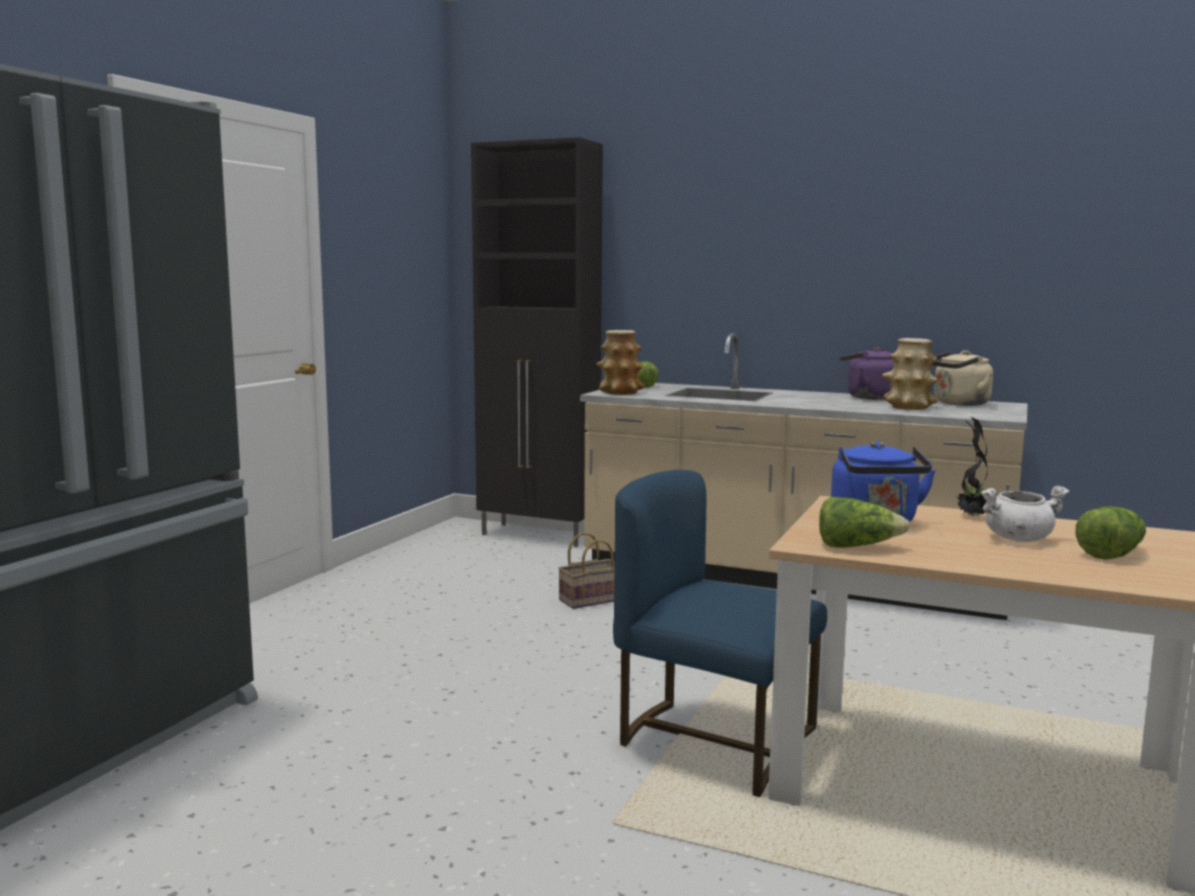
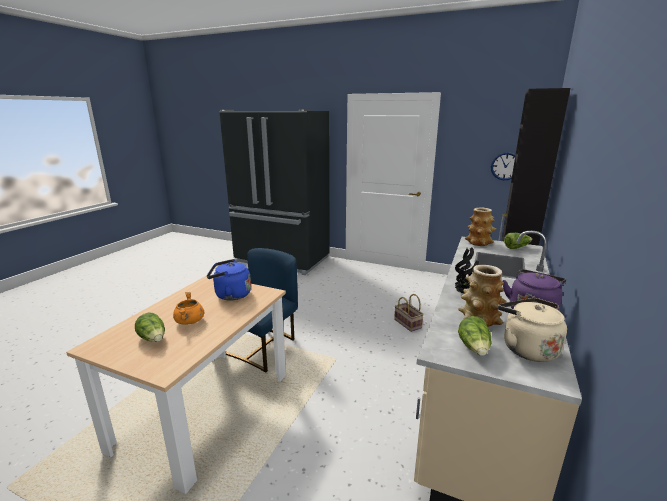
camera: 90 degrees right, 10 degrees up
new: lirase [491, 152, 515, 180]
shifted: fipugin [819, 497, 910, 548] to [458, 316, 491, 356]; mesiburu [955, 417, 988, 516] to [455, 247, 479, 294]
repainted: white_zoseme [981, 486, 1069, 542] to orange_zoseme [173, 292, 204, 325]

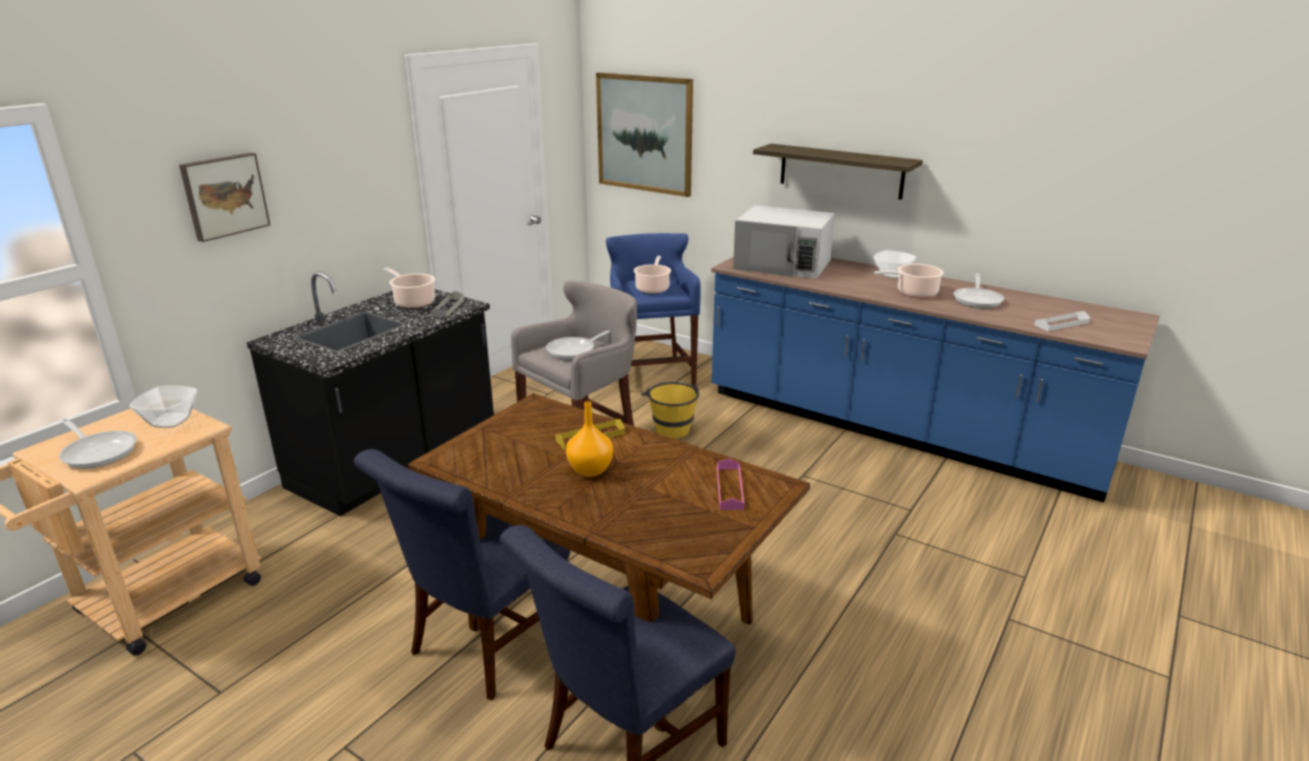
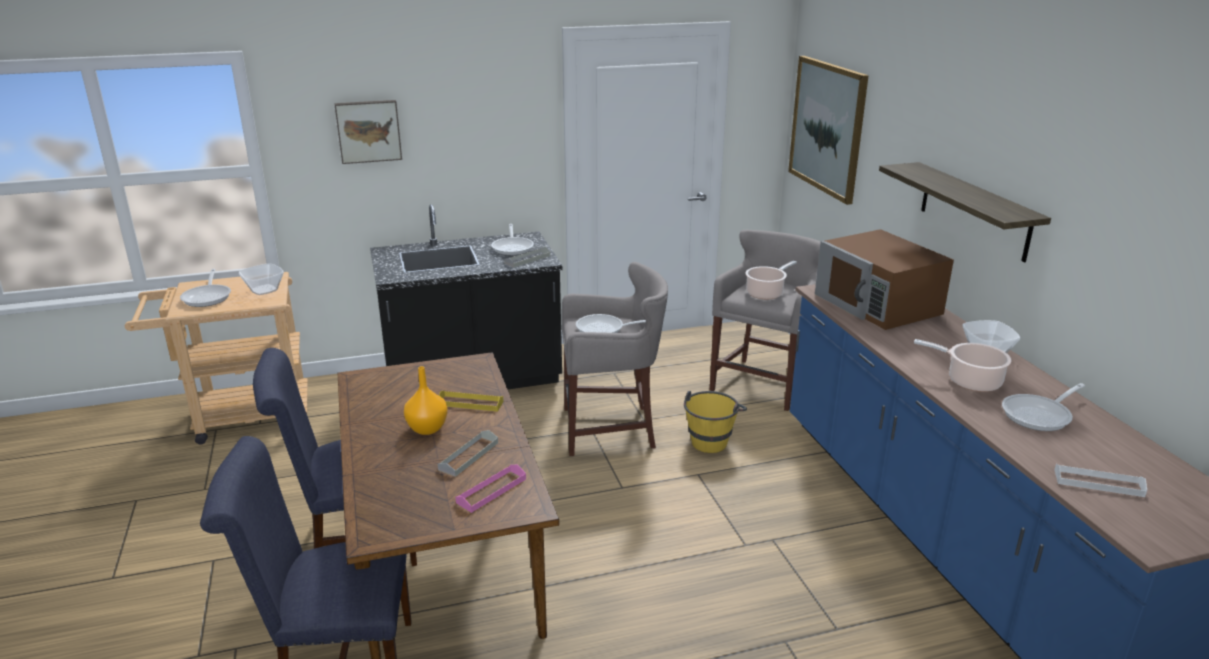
camera: 40 degrees right, 0 degrees up
new: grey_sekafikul [438, 430, 498, 477]
swapped: zoseme [383, 268, 435, 308] to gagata [491, 224, 534, 255]
repainted: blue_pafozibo [606, 233, 701, 387] to grey_pafozibo [710, 230, 821, 411]; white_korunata [733, 205, 835, 279] to brown_korunata [815, 229, 954, 330]

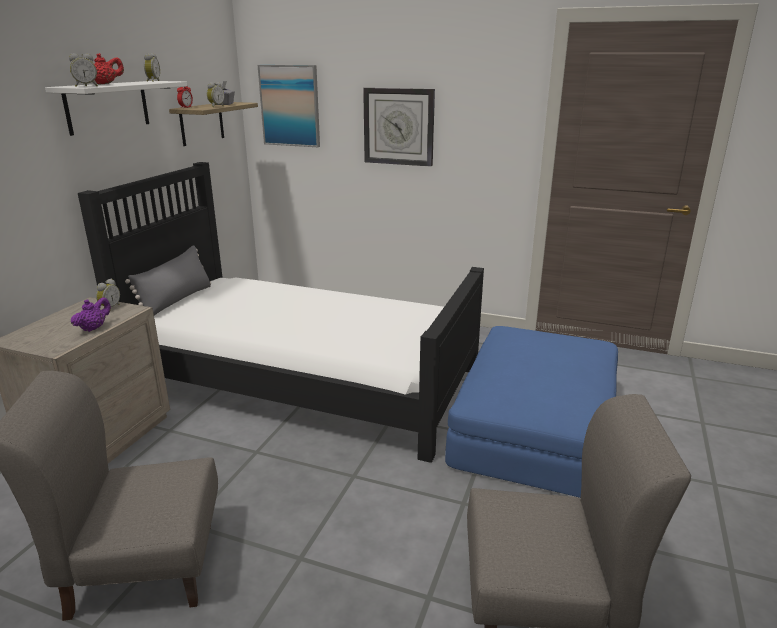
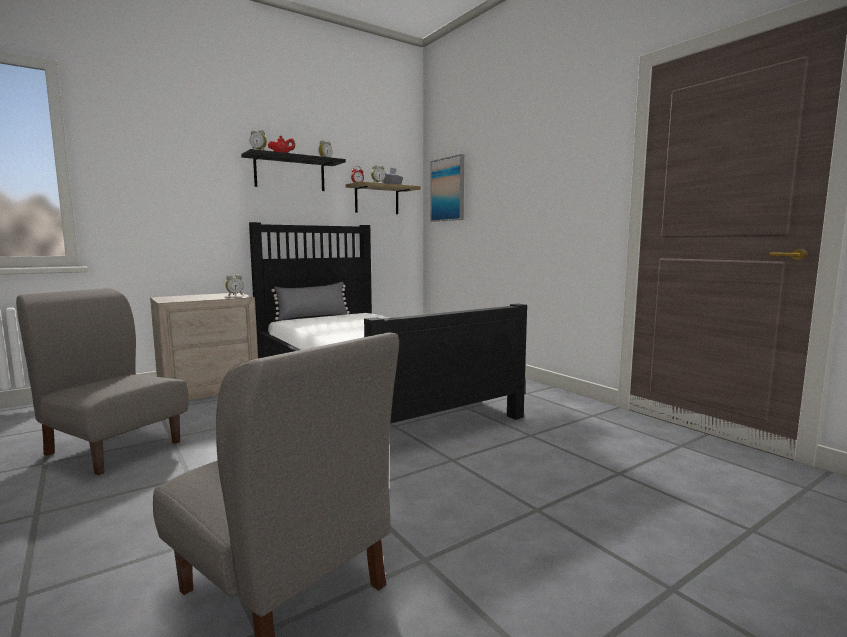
camera: 35 degrees right, 15 degrees down
gone: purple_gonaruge [71, 297, 111, 332]; lirase [363, 88, 435, 167]; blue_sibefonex [445, 326, 618, 498]
repainted: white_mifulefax [45, 81, 187, 136] to black_mifulefax [241, 149, 346, 191]

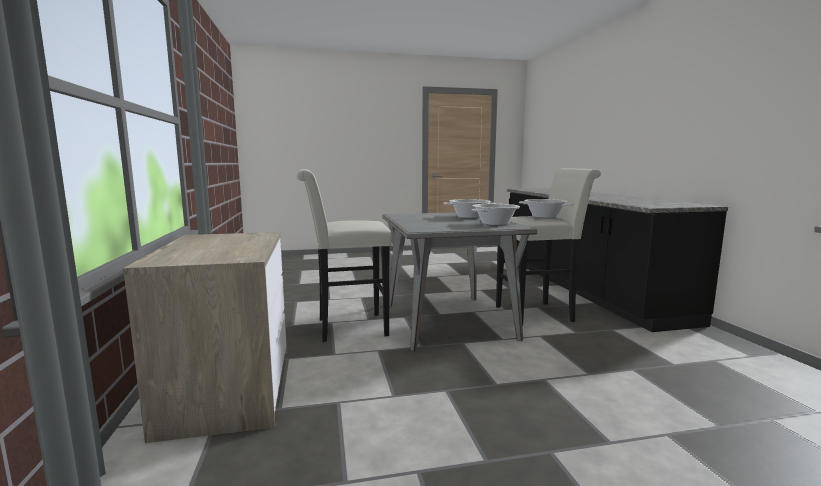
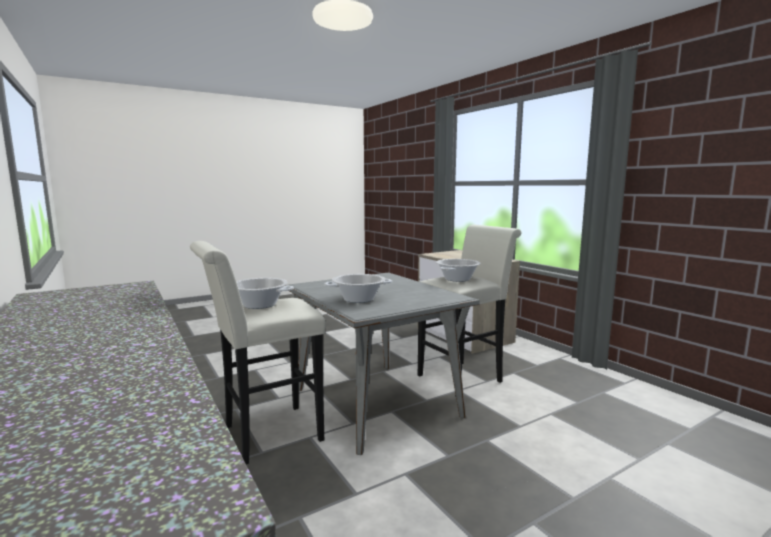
camera: 160 degrees right, 0 degrees up
shifted: zoseme [471, 204, 520, 226] to [436, 259, 481, 282]

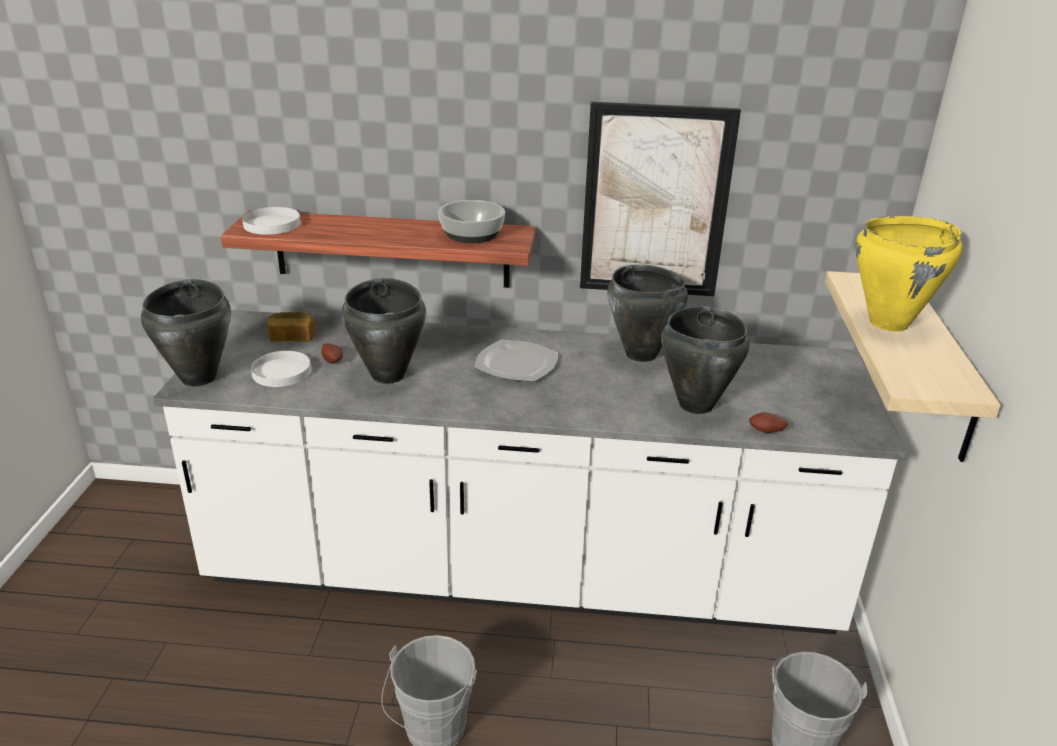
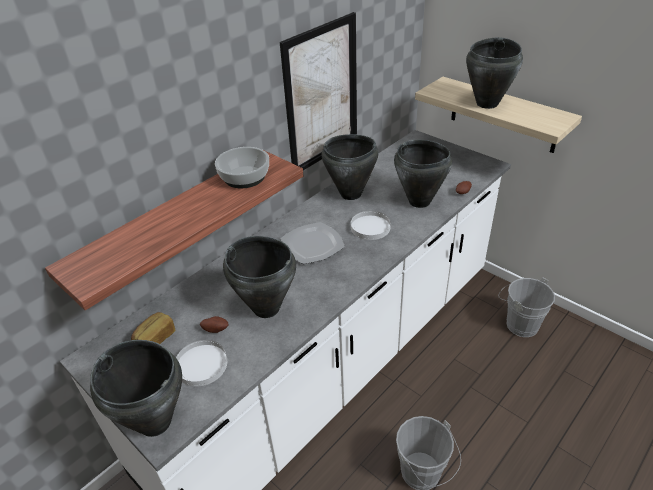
camera: 50 degrees left, 10 degrees up
shifted: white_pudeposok [242, 207, 301, 235] to [351, 211, 391, 240]
repainted: yellow_zoseme [856, 216, 963, 332] to black_zoseme [466, 37, 523, 109]

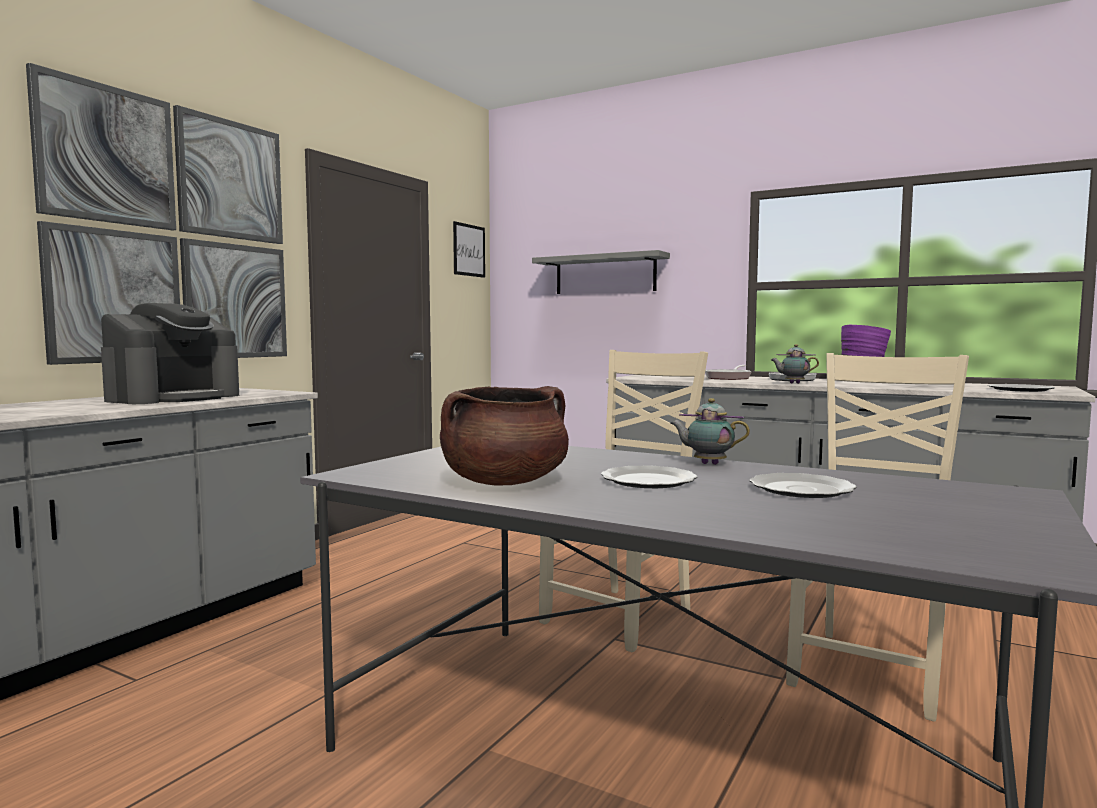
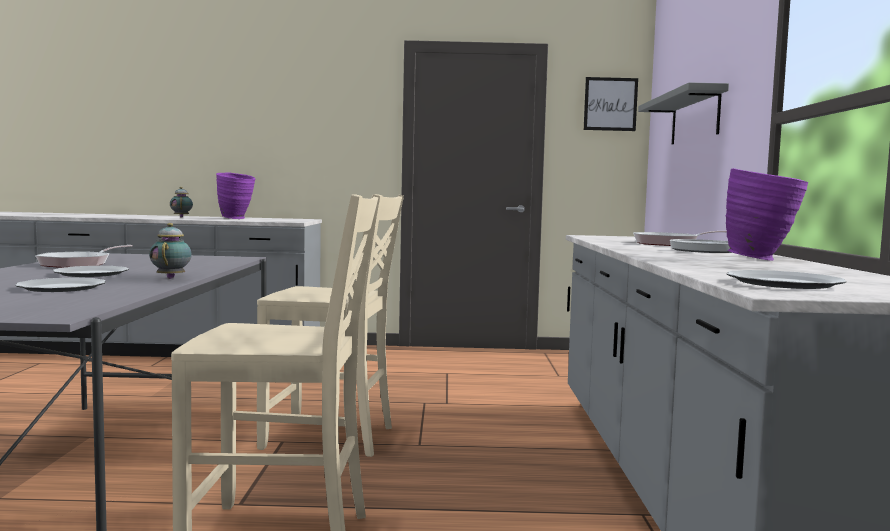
camera: 60 degrees right, 0 degrees up
gone: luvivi [26, 63, 287, 365]
shifted: gonaruge [771, 344, 819, 384] to [170, 187, 193, 218]
swapped: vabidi [101, 303, 239, 404] to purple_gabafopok [216, 173, 255, 219]; brown_zoseme [440, 386, 569, 485] to gagata [36, 245, 133, 268]

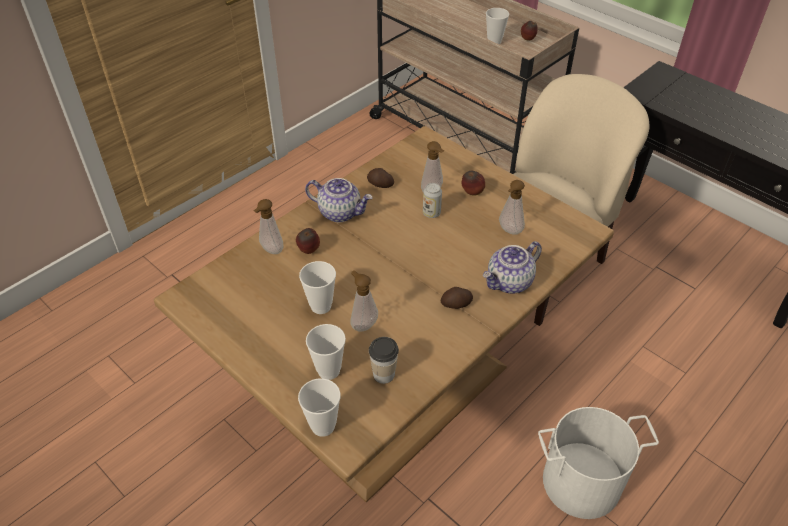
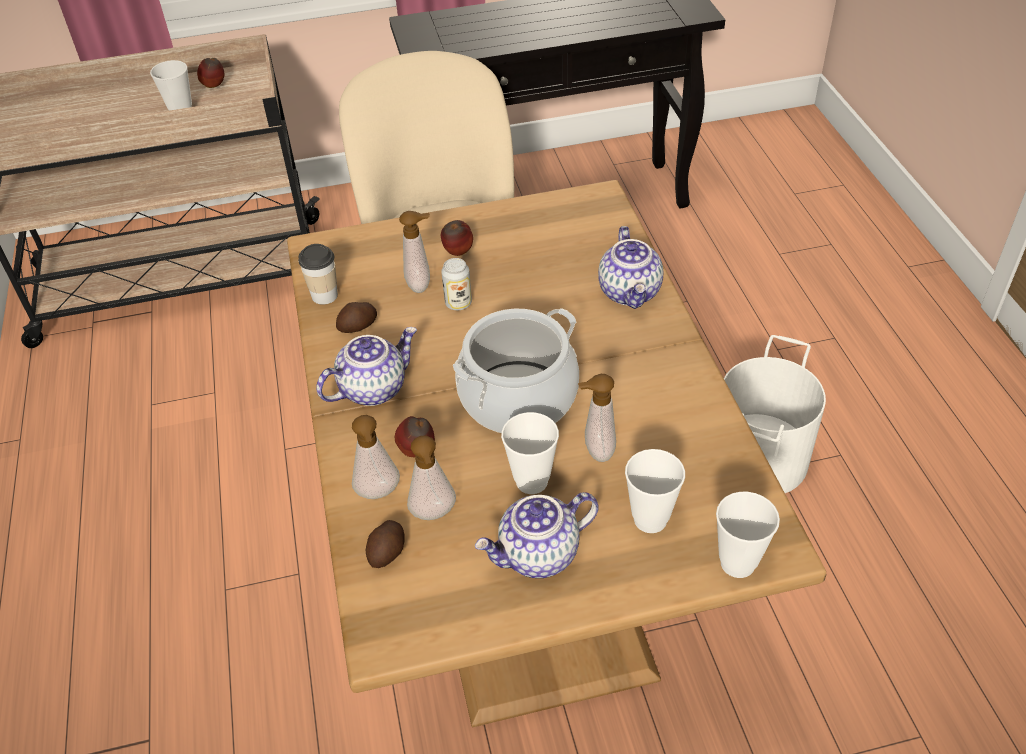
camera: 55 degrees left, 0 degrees up
new: zoseme [453, 308, 579, 433]; gonaruge [474, 492, 599, 578]
shifted: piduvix [369, 337, 399, 384] to [298, 244, 338, 305]; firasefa [440, 287, 473, 309] to [366, 520, 405, 568]; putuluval [499, 180, 525, 235] to [407, 436, 456, 520]

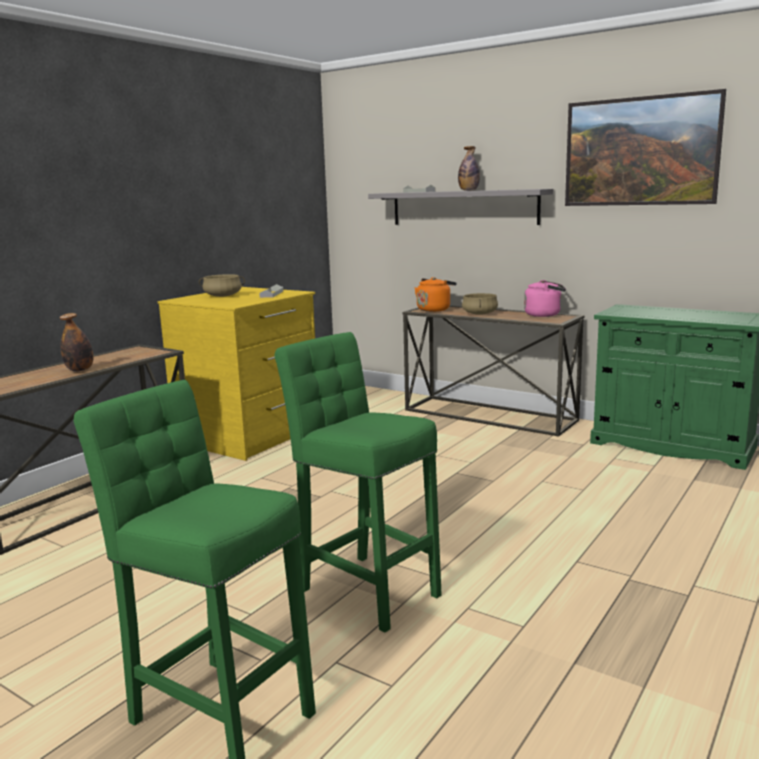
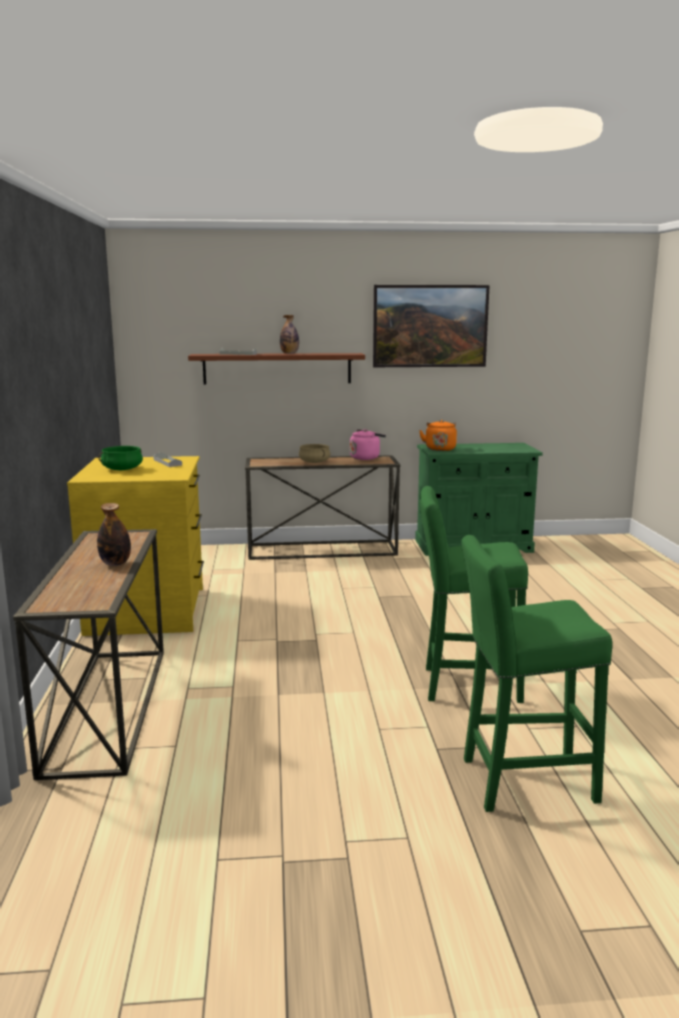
camera: 40 degrees left, 0 degrees up
shifted: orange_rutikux [414, 277, 457, 312] to [419, 420, 457, 451]
repainted: beige_zoseme [199, 274, 245, 297] to green_zoseme [98, 446, 143, 470]; grey_mifulefax [368, 189, 553, 225] to brown_mifulefax [188, 353, 365, 384]

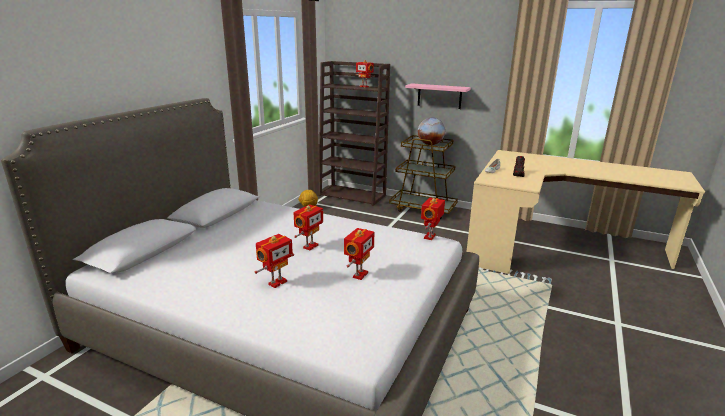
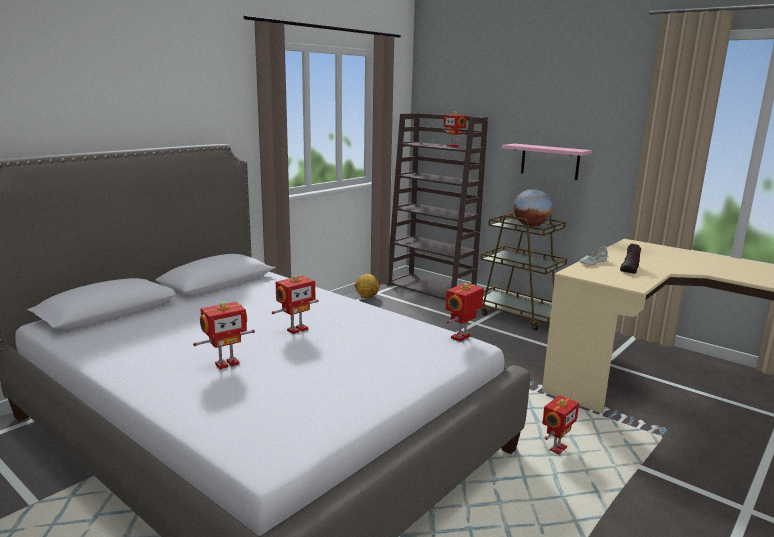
camera: 15 degrees right, 5 degrees down
shifted: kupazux [344, 228, 374, 280] to [542, 395, 579, 454]

